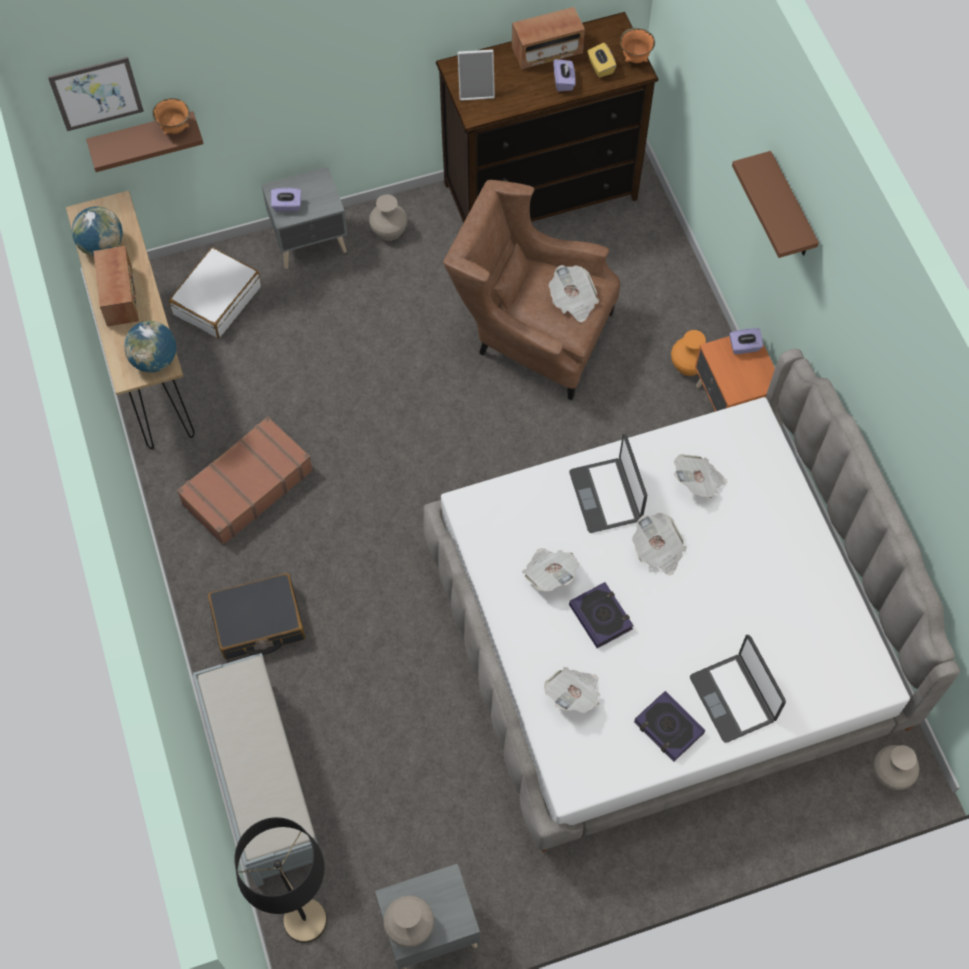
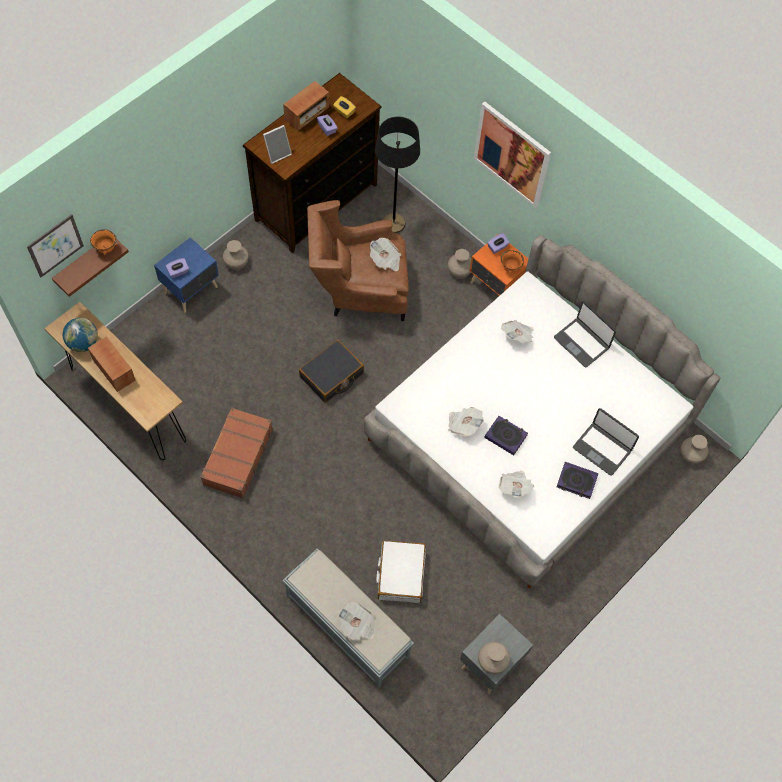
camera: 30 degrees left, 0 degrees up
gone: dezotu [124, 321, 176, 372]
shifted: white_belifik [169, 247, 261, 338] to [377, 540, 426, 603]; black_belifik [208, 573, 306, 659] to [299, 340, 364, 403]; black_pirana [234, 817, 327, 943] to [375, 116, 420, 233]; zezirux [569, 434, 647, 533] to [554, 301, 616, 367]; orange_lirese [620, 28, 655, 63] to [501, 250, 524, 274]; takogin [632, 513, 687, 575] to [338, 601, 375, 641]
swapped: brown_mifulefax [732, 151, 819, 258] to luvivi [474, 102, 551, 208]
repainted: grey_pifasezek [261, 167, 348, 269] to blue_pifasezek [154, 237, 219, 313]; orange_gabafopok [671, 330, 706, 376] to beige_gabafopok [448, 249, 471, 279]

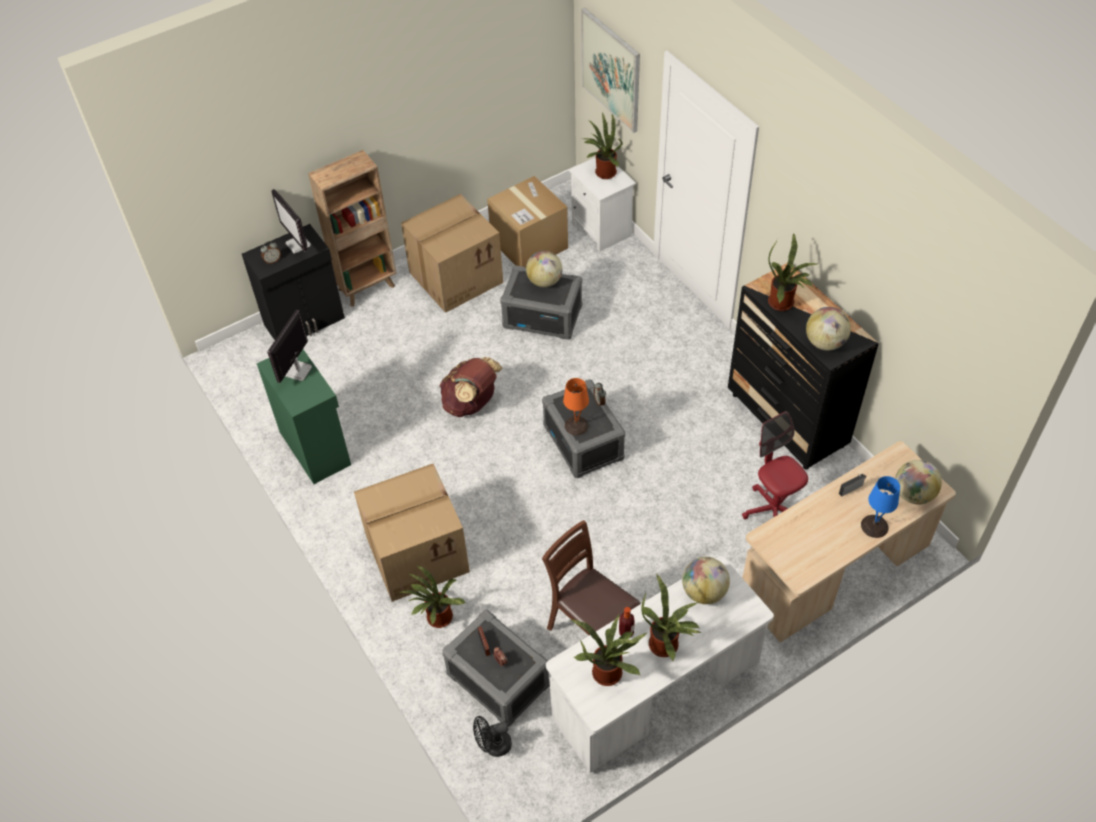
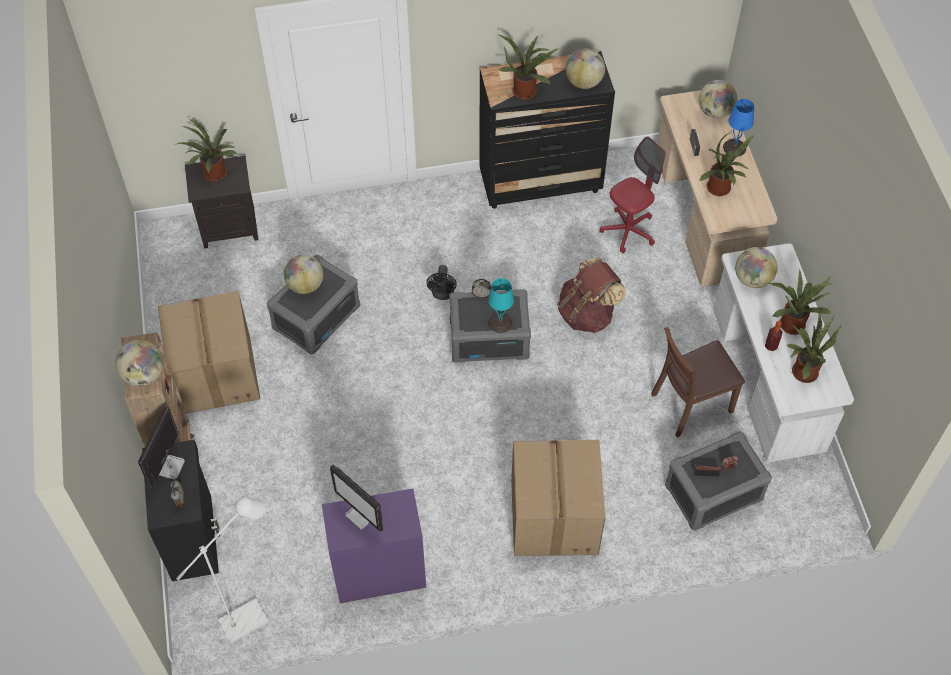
camera: 70 degrees left, 5 degrees up
gone: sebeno [487, 176, 568, 268]; luvivi [581, 8, 640, 133]
new: dezotu [115, 340, 163, 387]; white_pirana [176, 497, 269, 643]
shifted: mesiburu [400, 566, 466, 628] to [699, 131, 754, 196]; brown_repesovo [439, 357, 502, 417] to [557, 258, 626, 333]; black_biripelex [473, 716, 512, 757] to [426, 265, 457, 300]
repainted: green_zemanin [257, 349, 351, 484] to purple_zemanin [322, 488, 426, 603]; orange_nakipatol [563, 378, 589, 435] to turquoise_nakipatol [488, 278, 514, 333]; white_pifasezek [568, 157, 636, 252] to black_pifasezek [185, 156, 259, 248]
rotated: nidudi [271, 189, 311, 254] = [138, 407, 185, 487] 120 degrees clockwise; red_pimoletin [742, 411, 808, 519] = [599, 136, 666, 253] 150 degrees clockwise

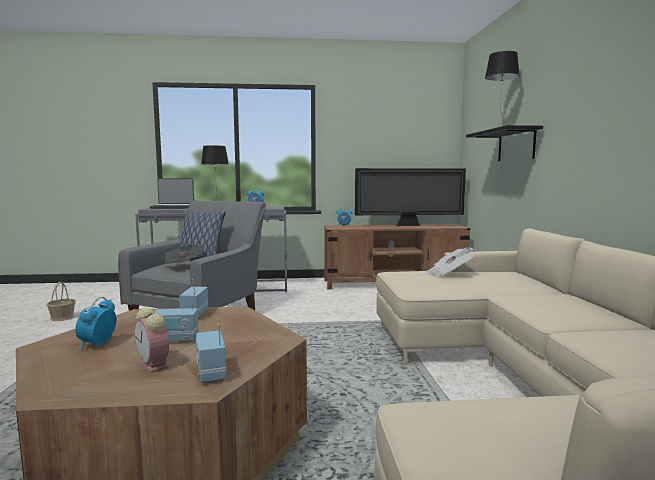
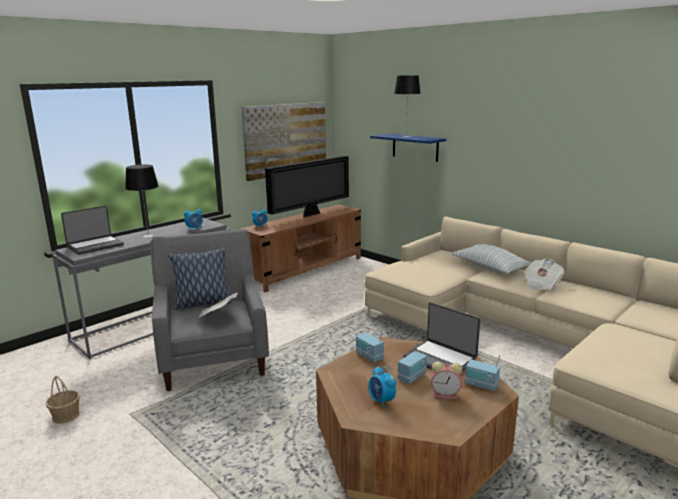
camera: 40 degrees left, 10 degrees up
new: luvivi [241, 102, 326, 181]; zezirux [403, 302, 480, 372]; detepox [452, 244, 532, 274]
shifted: takogin [425, 247, 474, 276] to [524, 258, 564, 290]
repainted: black_mifulefax [466, 125, 543, 161] to blue_mifulefax [370, 134, 446, 162]

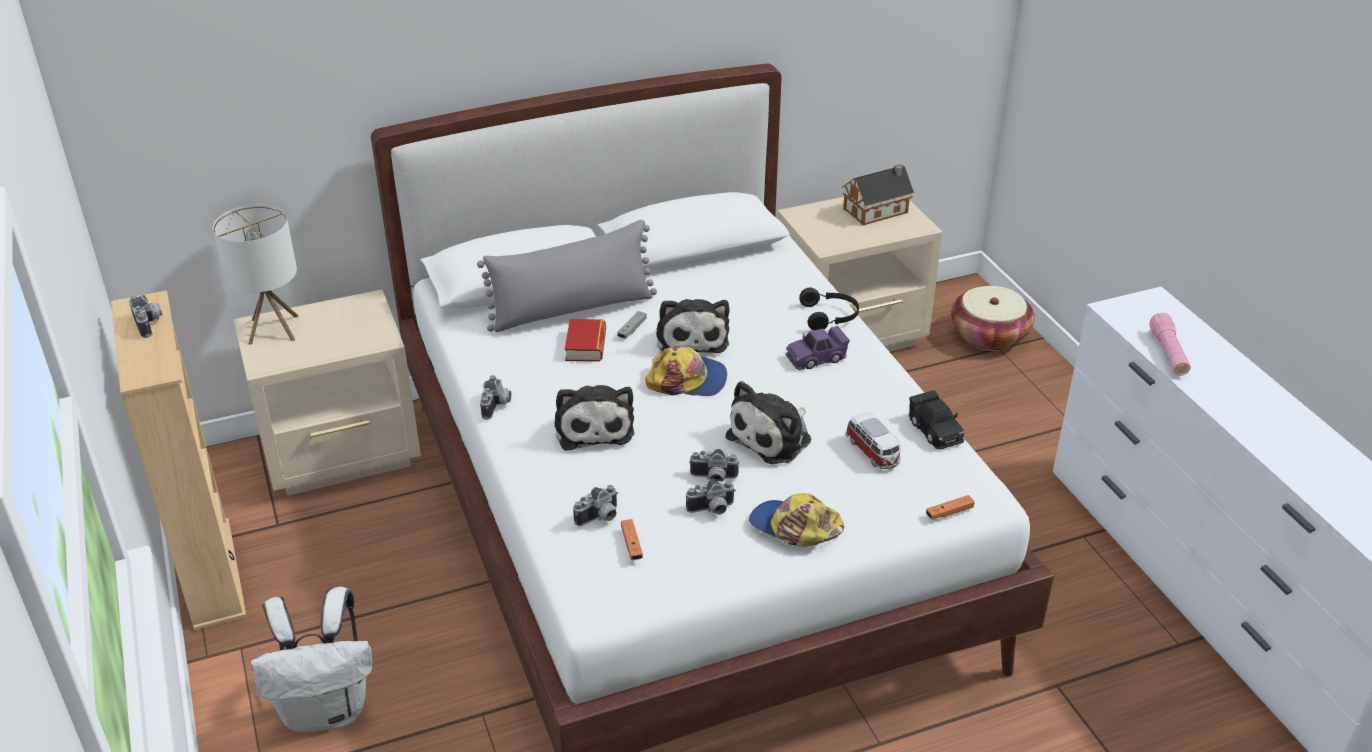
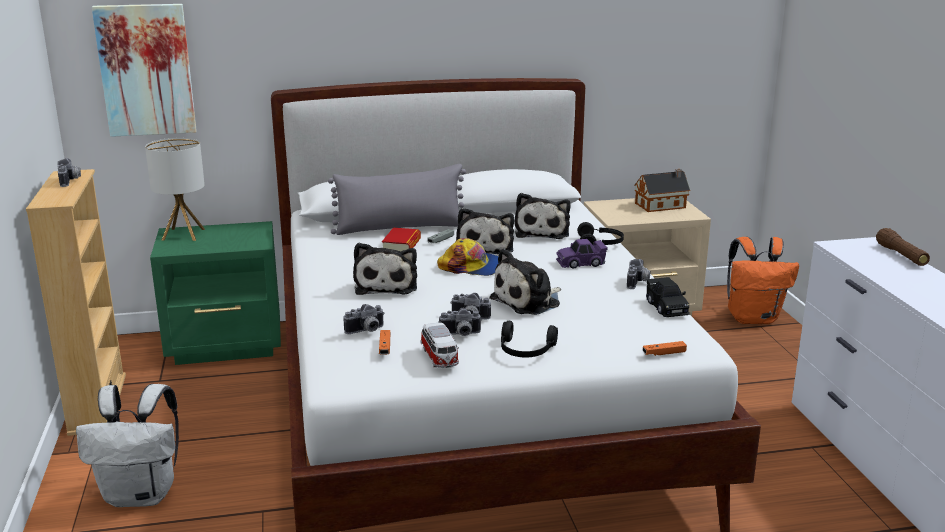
camera: 10 degrees right, 15 degrees down
gone: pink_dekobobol [1150, 313, 1191, 376]
new: luvivi [92, 4, 197, 137]; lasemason [514, 193, 570, 239]; brown_dekobobol [876, 228, 930, 266]
shifted: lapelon [480, 375, 511, 420] to [627, 259, 650, 289]; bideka [845, 412, 901, 469] to [420, 322, 459, 368]
swapped: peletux [749, 493, 844, 547] to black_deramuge [501, 321, 558, 357]; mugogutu [951, 286, 1035, 351] to orange_repesovo [727, 237, 799, 324]
repainted: beige_pifasezek [234, 290, 421, 496] to green_pifasezek [150, 221, 281, 365]

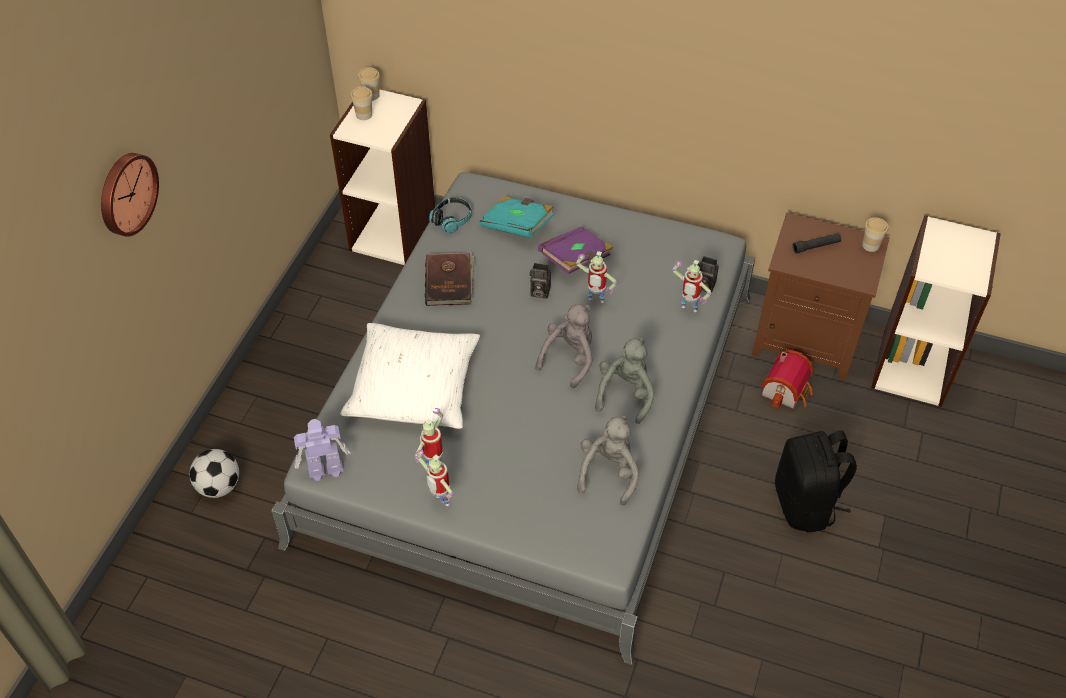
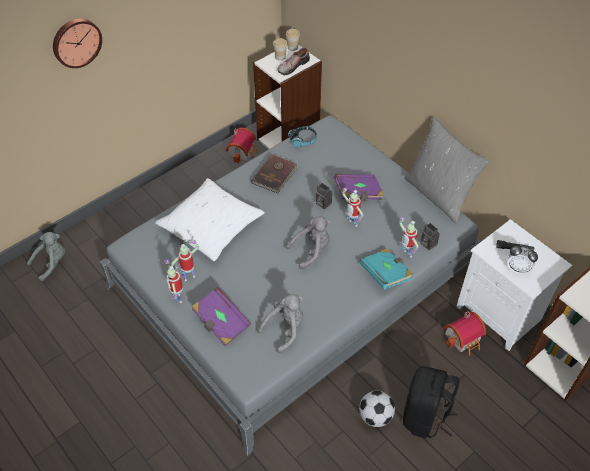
camera: 30 degrees right, 0 degrees up
gone: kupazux [294, 419, 351, 481]; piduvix [862, 217, 888, 252]
new: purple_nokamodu [192, 287, 251, 346]; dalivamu [225, 128, 258, 164]; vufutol [277, 47, 310, 75]; grey_detepox [405, 117, 489, 223]; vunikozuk [507, 246, 538, 275]
shifted: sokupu [189, 449, 239, 498] to [359, 391, 395, 427]; turquoise_nokamodu [480, 196, 555, 238] to [360, 248, 413, 290]; grey_lasemason [595, 338, 655, 424] to [27, 232, 65, 281]
repainted: brown_pifasezek [752, 212, 890, 380] to white_pifasezek [456, 219, 572, 351]

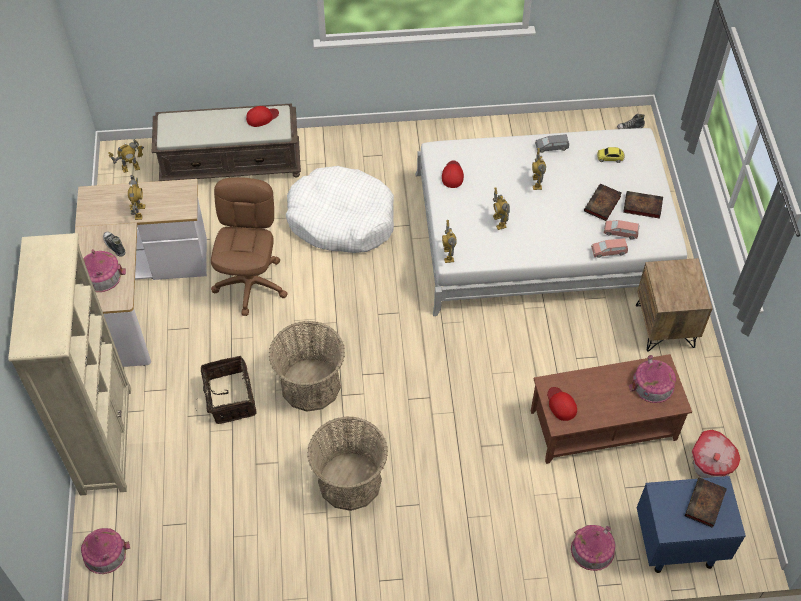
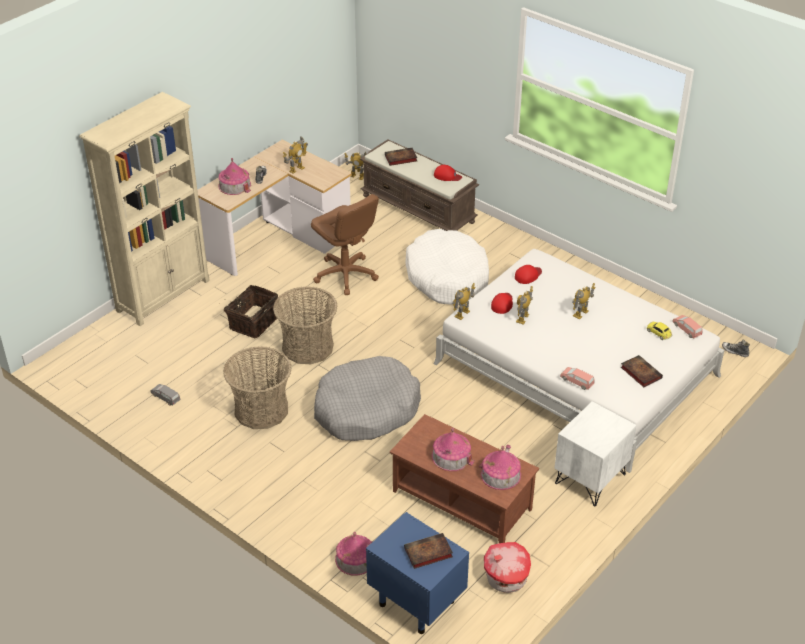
camera: 45 degrees right, 15 degrees down
new: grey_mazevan [314, 356, 421, 441]
shifted: dalivamu [81, 528, 130, 574] to [432, 428, 474, 471]; grey_bideka [535, 134, 569, 153] to [150, 384, 180, 406]; red_peletux [547, 387, 577, 421] to [491, 293, 513, 314]; nokamodu [584, 184, 622, 221] to [385, 148, 417, 166]; pink_bideka [604, 220, 639, 240] to [673, 315, 703, 338]
repainted: brown_pifasezek [636, 258, 713, 352] to white_pifasezek [554, 401, 636, 507]
rotated: brown_pimoletin [211, 177, 288, 316] = [311, 194, 379, 295] 90 degrees clockwise

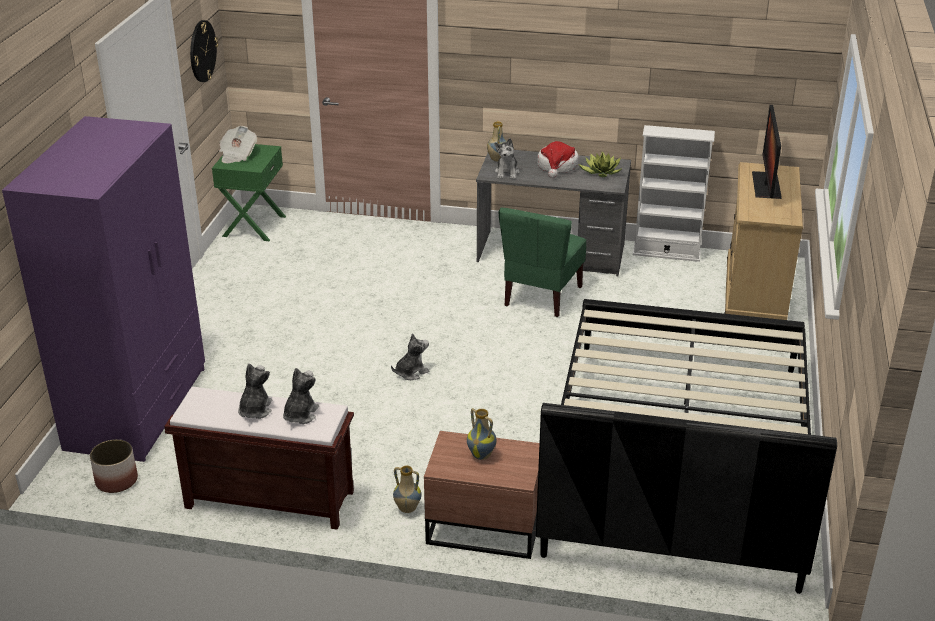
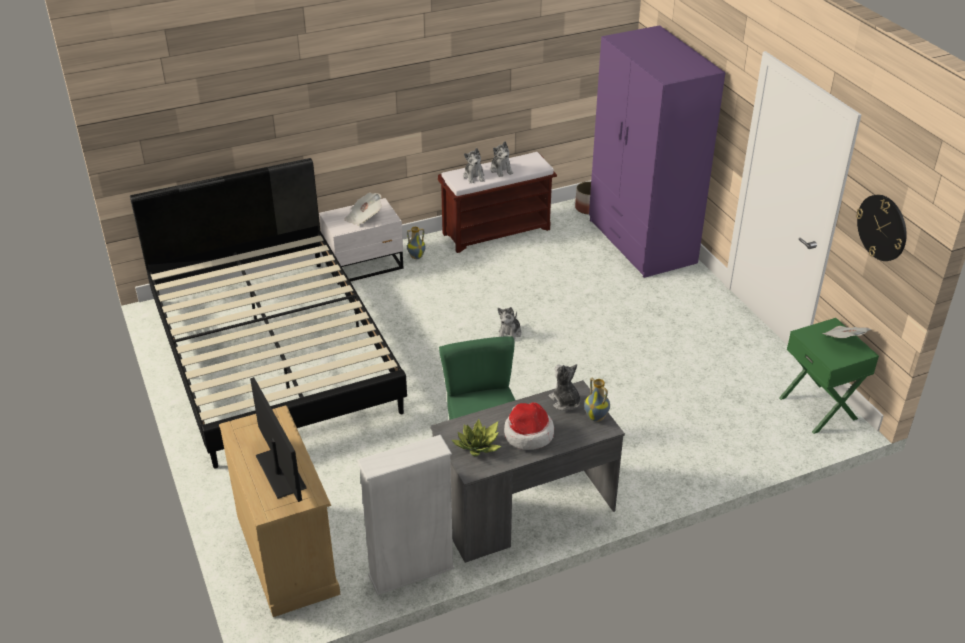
camera: 145 degrees right, 5 degrees up
swapped: gabafopok [467, 408, 497, 460] to takogin [344, 193, 382, 226]
repainted: brown_pifasezek [424, 431, 539, 559] to white_pifasezek [319, 198, 403, 285]

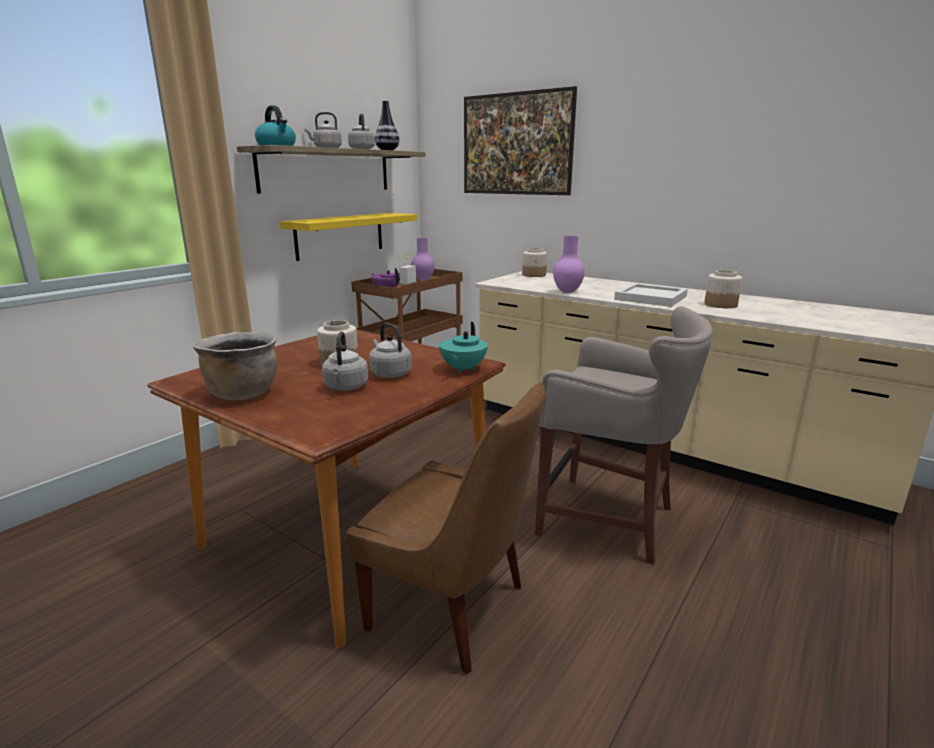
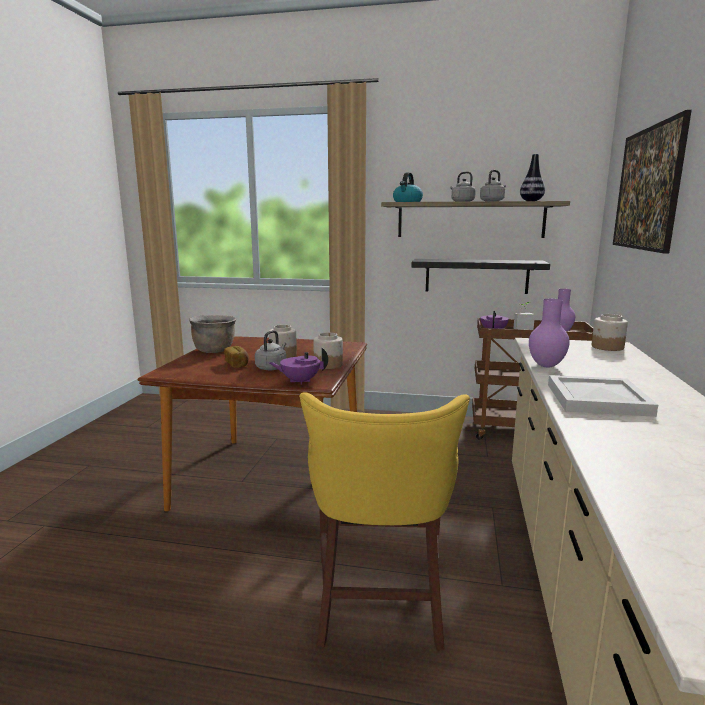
camera: 65 degrees right, 5 degrees down
gone: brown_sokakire [346, 382, 545, 674]
shifted: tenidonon [704, 270, 742, 308] to [313, 333, 343, 369]
swapped: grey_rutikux [322, 332, 368, 391] to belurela [224, 346, 249, 368]
repainted: yellow_mifulefax [279, 213, 417, 261] to black_mifulefax [412, 259, 550, 294]; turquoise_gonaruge [439, 322, 488, 373] to purple_gonaruge [269, 347, 328, 385]; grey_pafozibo [535, 306, 713, 565] to yellow_pafozibo [299, 392, 470, 651]

